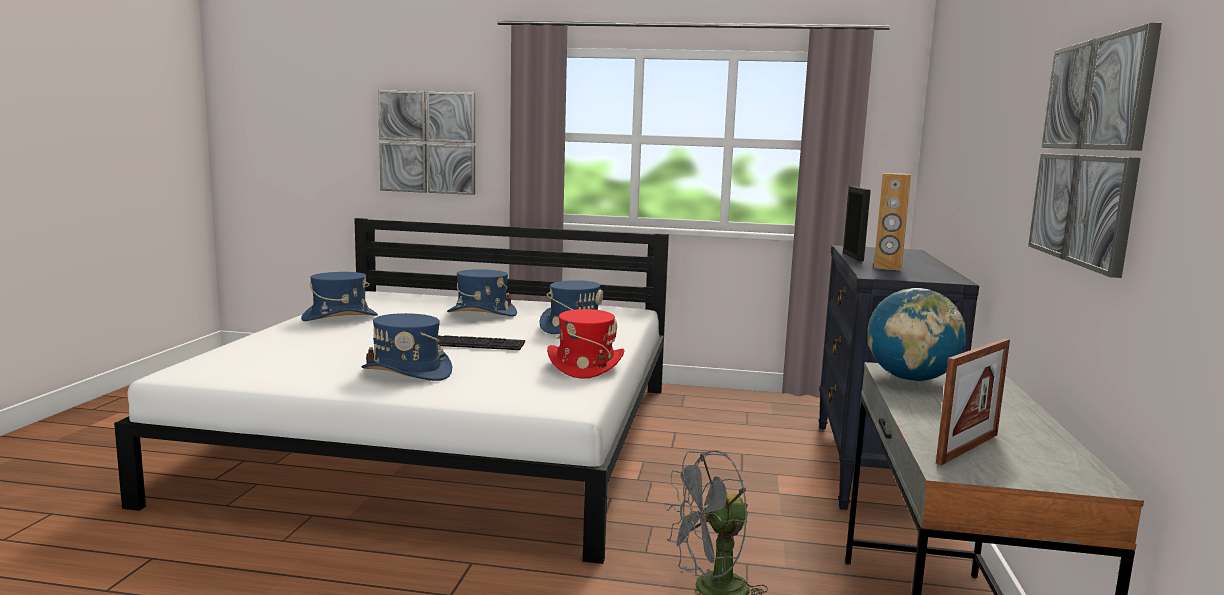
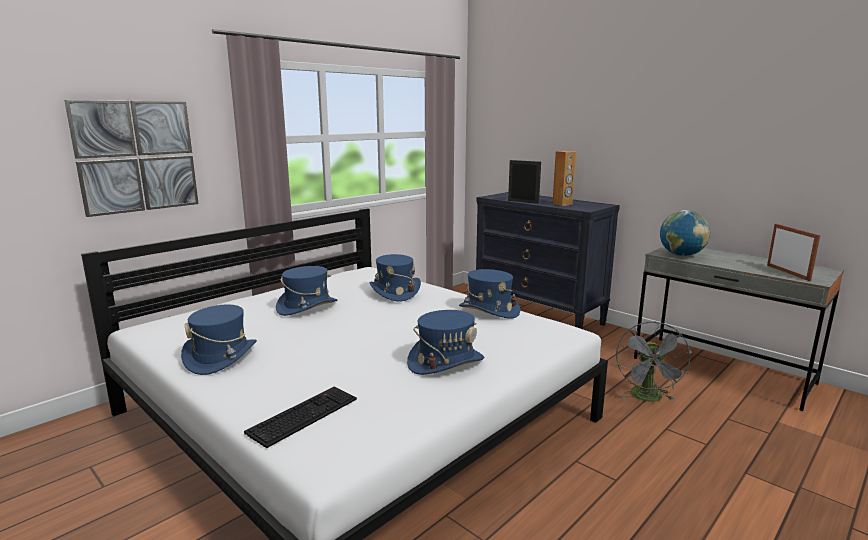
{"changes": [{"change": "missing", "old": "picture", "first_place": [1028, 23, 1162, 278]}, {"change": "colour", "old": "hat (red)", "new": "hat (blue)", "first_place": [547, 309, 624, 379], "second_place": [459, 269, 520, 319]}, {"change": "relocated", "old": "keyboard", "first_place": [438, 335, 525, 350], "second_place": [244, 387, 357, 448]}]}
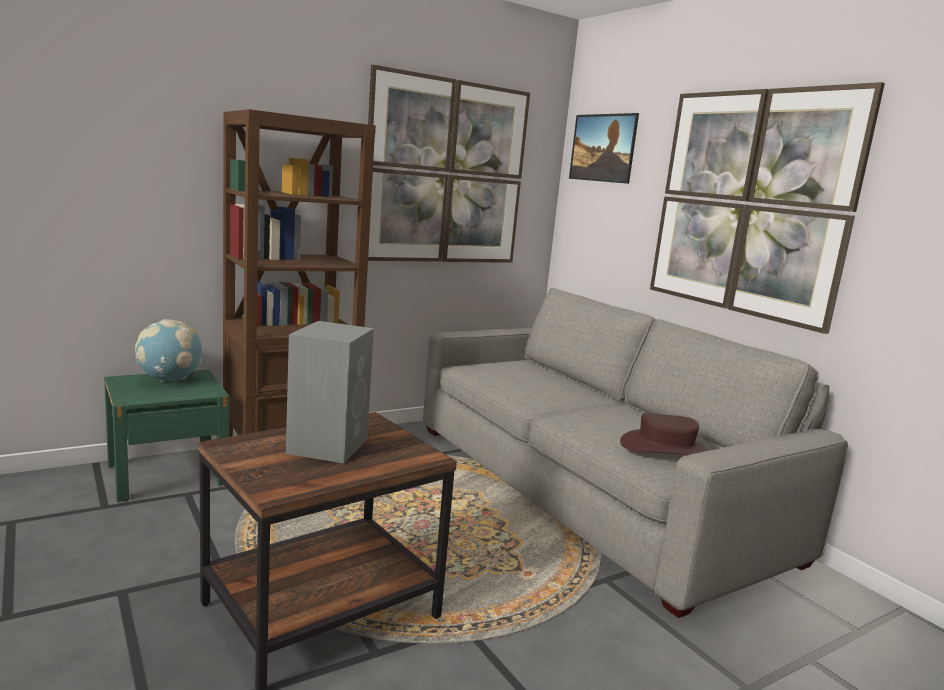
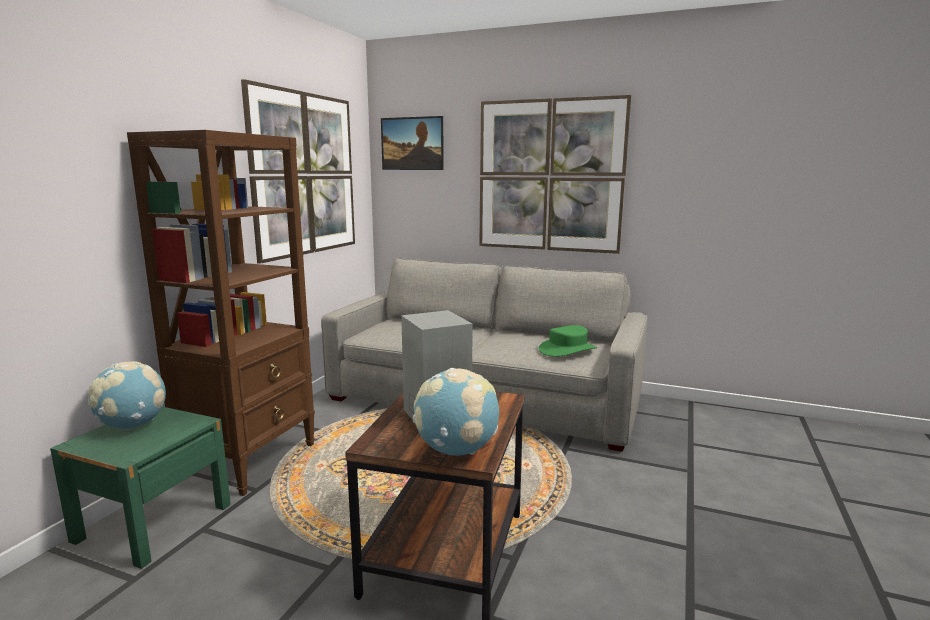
{"changes": [{"change": "colour", "old": "hat (brown)", "new": "hat (green)", "first_place": [620, 412, 709, 456], "second_place": [539, 325, 597, 357]}, {"change": "appeared", "new": "globe", "second_place": [413, 368, 499, 456]}]}
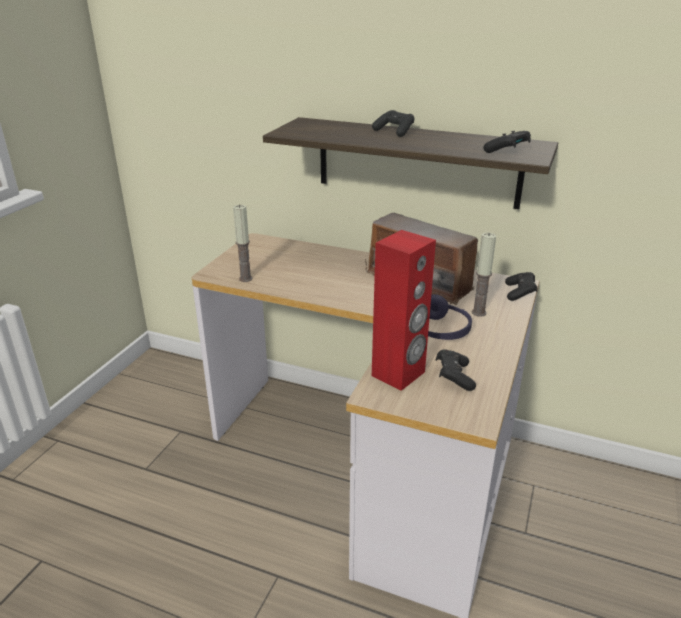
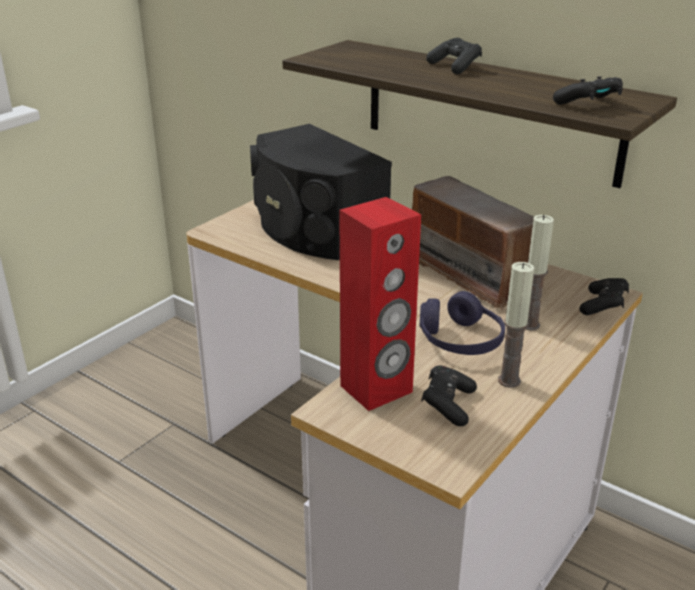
{"changes": [{"change": "relocated", "old": "candle", "first_place": [233, 205, 253, 282], "second_place": [498, 262, 534, 388]}, {"change": "appeared", "new": "speaker (black)", "second_place": [250, 124, 392, 260]}]}
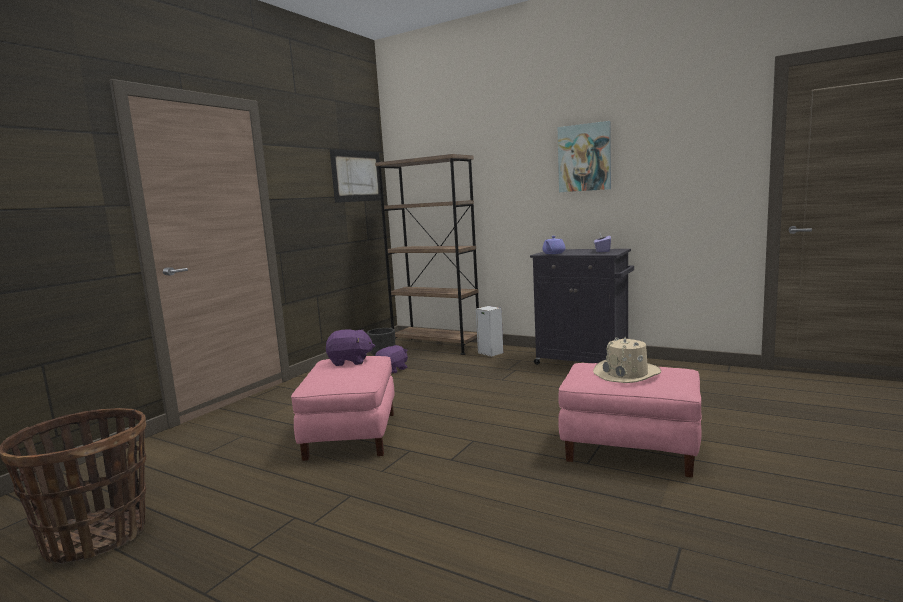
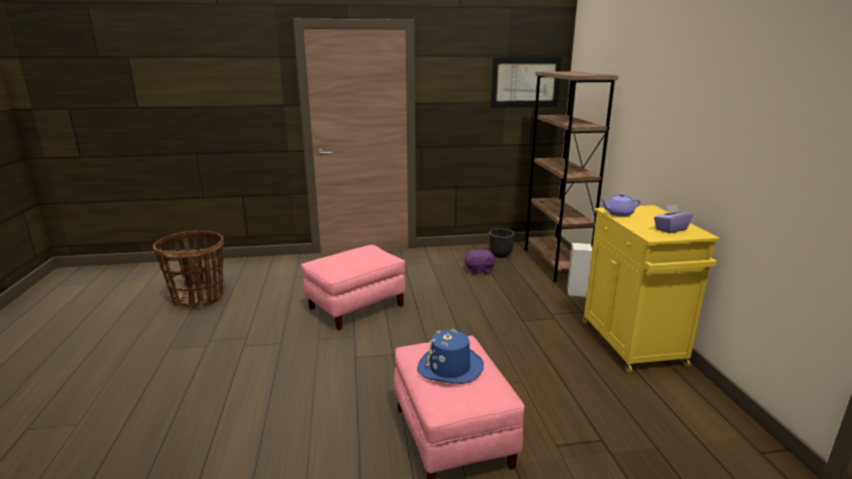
{"changes": [{"change": "missing", "old": "picture", "first_place": [558, 121, 611, 192]}, {"change": "colour", "old": "cabinet (black)", "new": "cabinet (yellow)", "first_place": [530, 249, 634, 365], "second_place": [583, 205, 720, 373]}, {"change": "missing", "old": "plush toy (purple)", "first_place": [326, 329, 375, 366]}, {"change": "colour", "old": "hat (beige)", "new": "hat (blue)", "first_place": [593, 337, 661, 383], "second_place": [417, 329, 484, 384]}]}
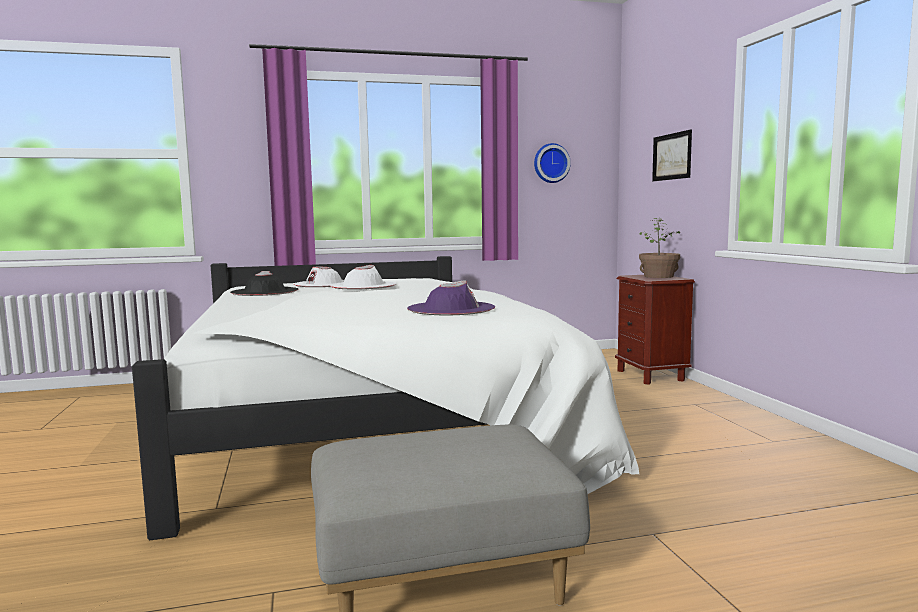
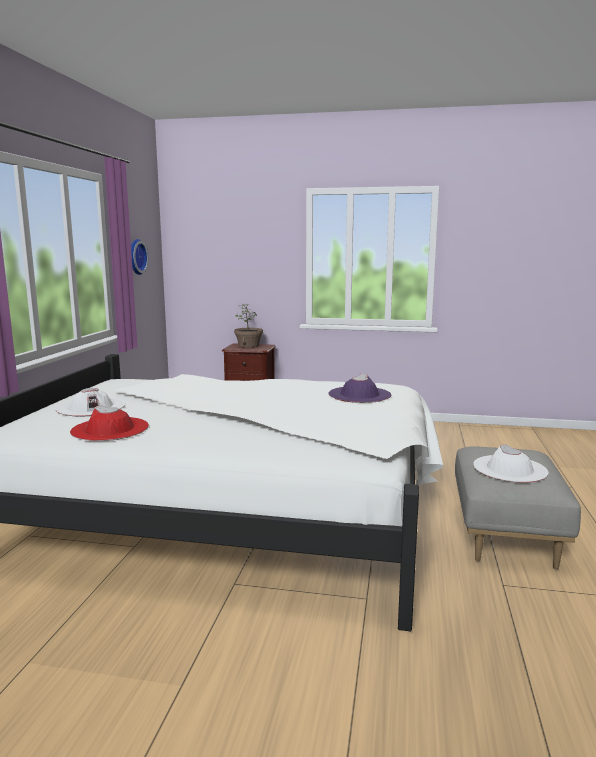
{"changes": [{"change": "missing", "old": "picture", "first_place": [652, 129, 692, 181]}, {"change": "relocated", "old": "hat (white)", "first_place": [330, 265, 396, 289], "second_place": [473, 444, 549, 483]}, {"change": "colour", "old": "hat (black)", "new": "hat (red)", "first_place": [230, 271, 298, 296], "second_place": [70, 405, 149, 441]}]}
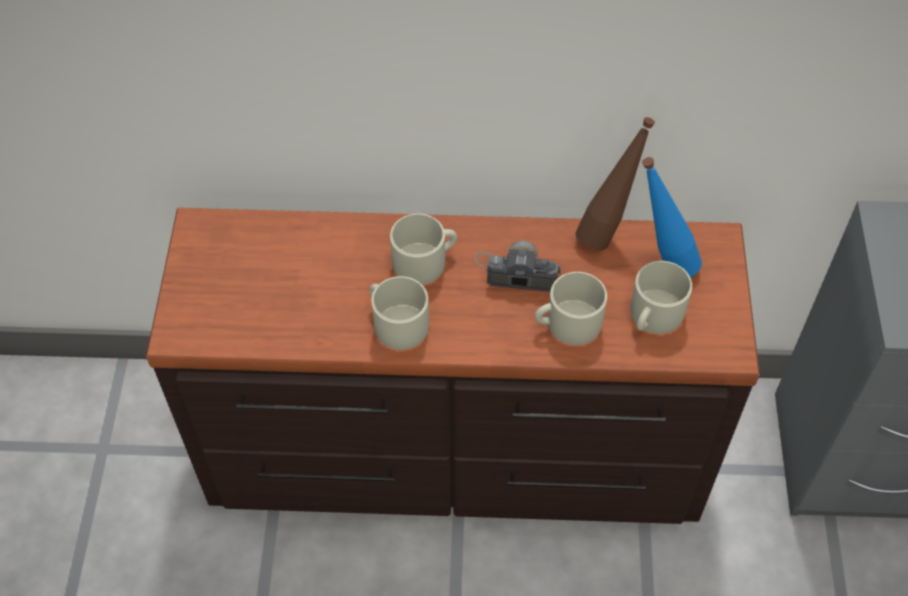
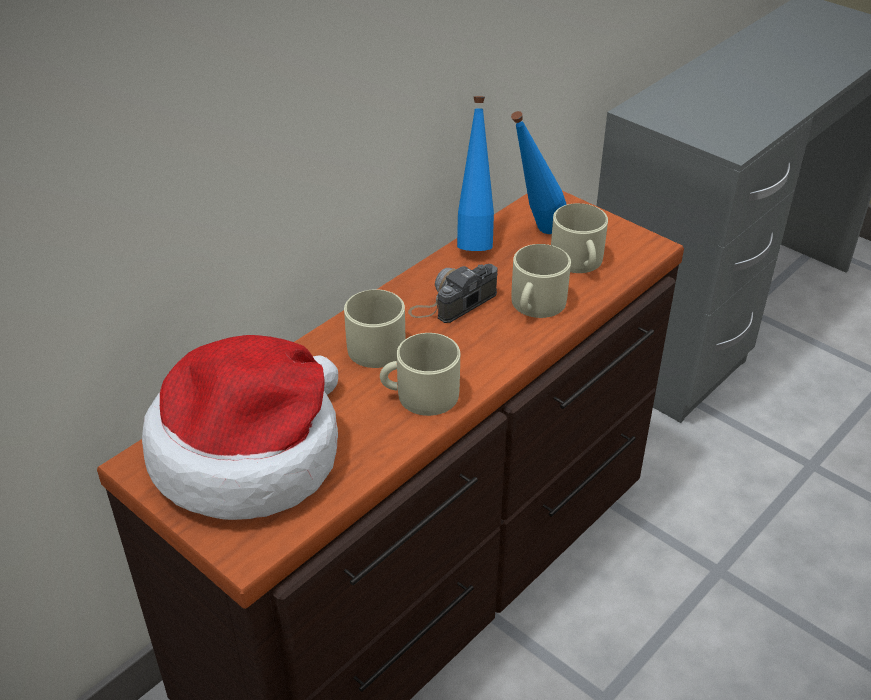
{"changes": [{"change": "colour", "old": "bottle (brown)", "new": "bottle (blue)", "first_place": [576, 117, 655, 251], "second_place": [457, 96, 494, 251]}, {"change": "appeared", "new": "hat", "second_place": [142, 335, 338, 520]}]}
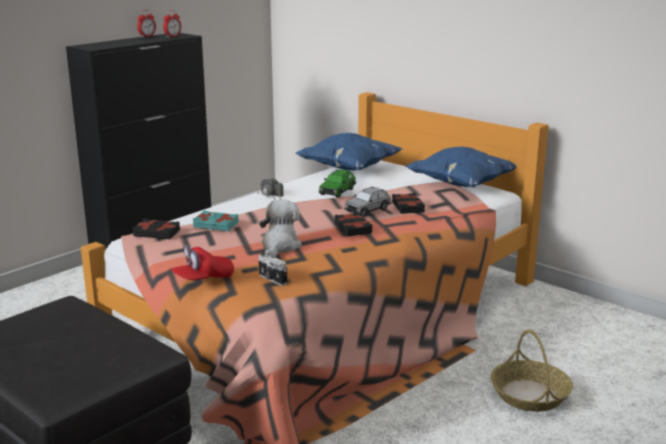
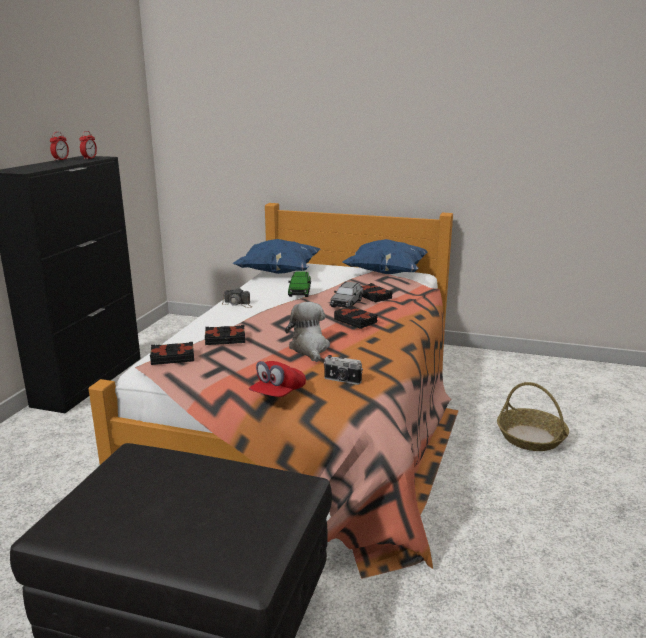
{"changes": [{"change": "colour", "old": "book (turquoise)", "new": "book (black)", "first_place": [193, 210, 239, 231], "second_place": [205, 325, 245, 345]}]}
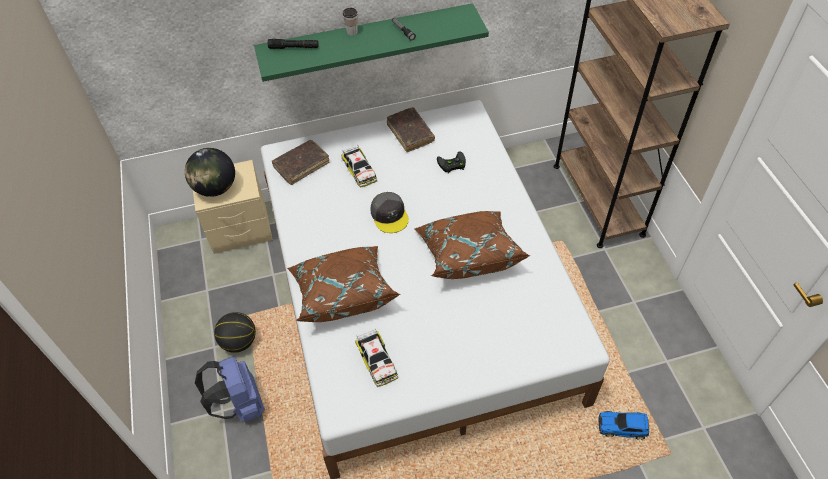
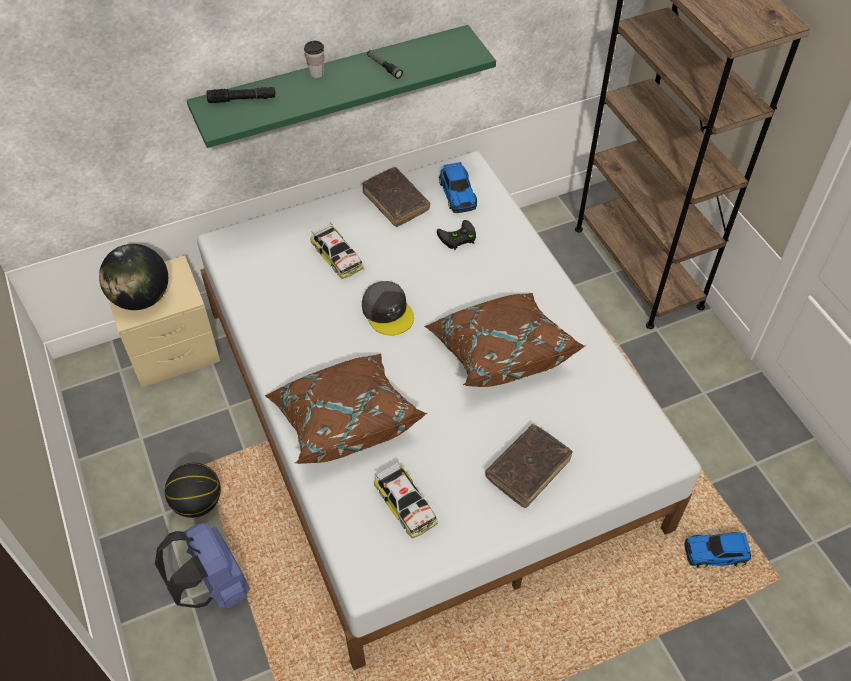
{"changes": [{"change": "relocated", "old": "book (brown)", "first_place": [272, 140, 330, 185], "second_place": [485, 424, 573, 508]}, {"change": "appeared", "new": "toy car", "second_place": [439, 162, 477, 213]}]}
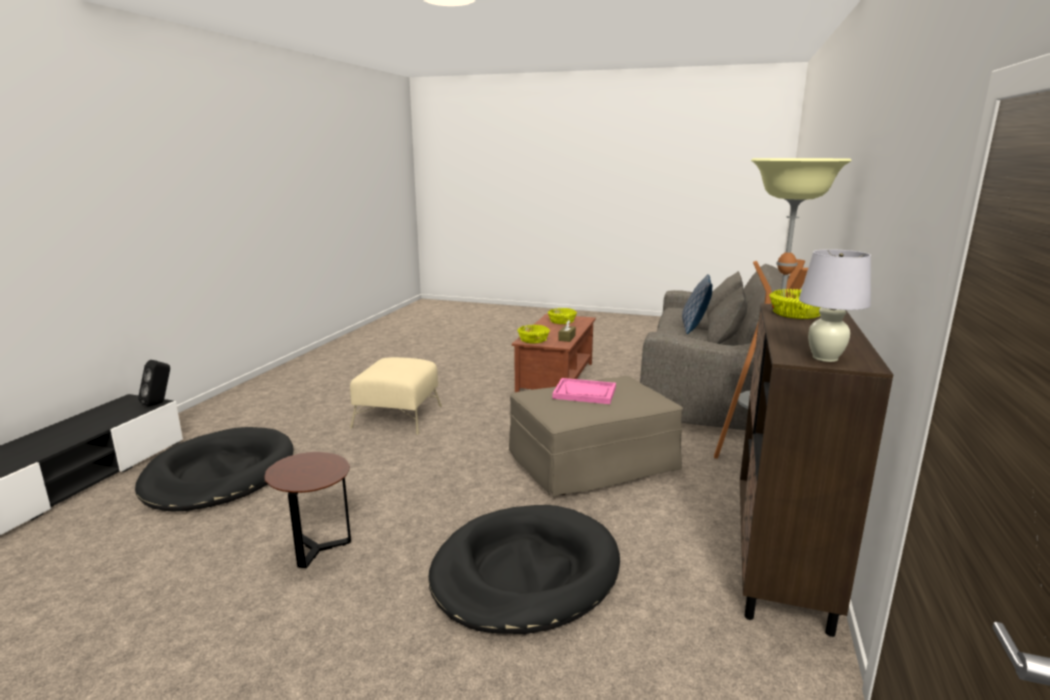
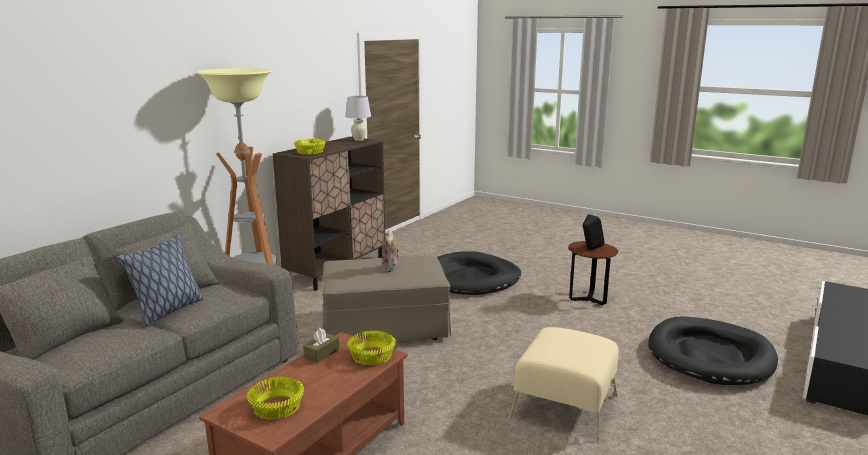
{"changes": [{"change": "relocated", "old": "speaker (black)", "first_place": [138, 360, 170, 407], "second_place": [583, 214, 605, 250]}, {"change": "exchanged", "old": "tray (pink)", "new": "plush toy", "first_place": [552, 378, 616, 404], "second_place": [381, 229, 400, 272]}]}
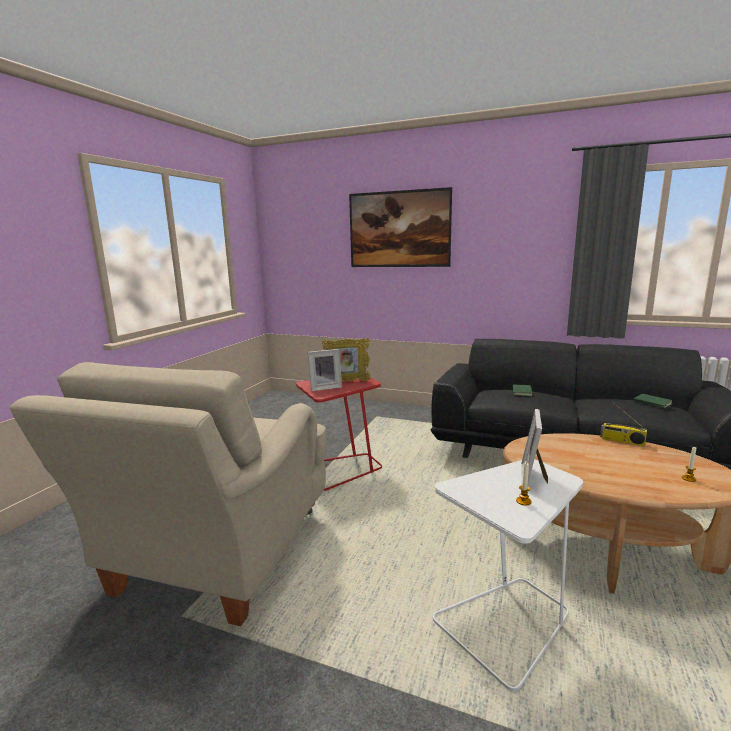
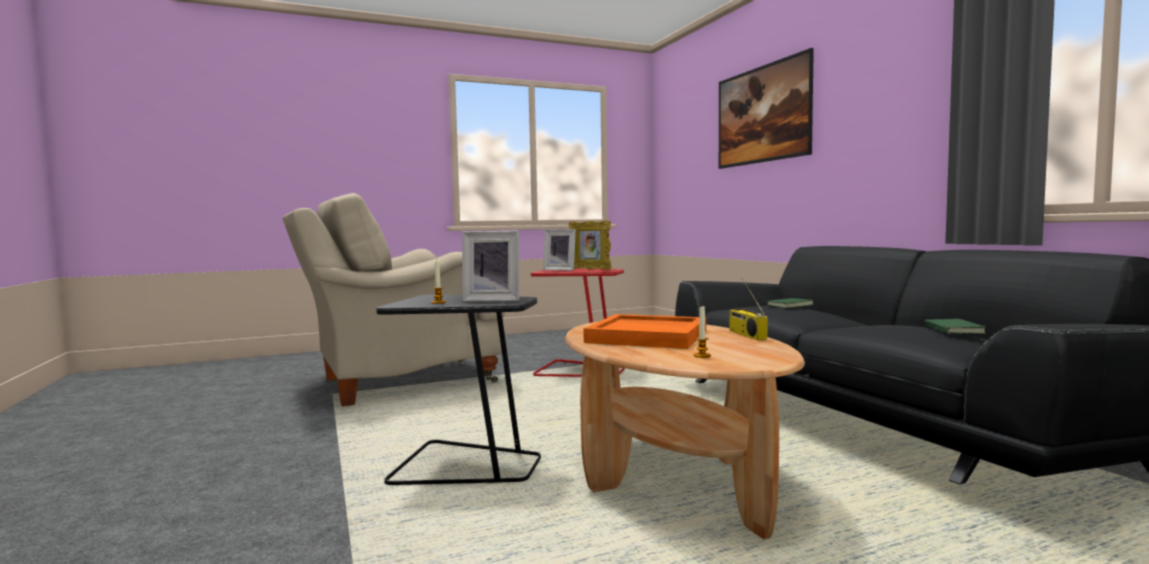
{"changes": [{"change": "spun", "old": "picture frame", "first_place": [521, 409, 548, 485], "second_place": [462, 231, 519, 302], "degrees": -150}, {"change": "colour", "old": "side table (white)", "new": "side table (black)", "first_place": [433, 459, 583, 691], "second_place": [376, 294, 541, 485]}, {"change": "appeared", "new": "tray (orange)", "second_place": [583, 314, 706, 349]}]}
